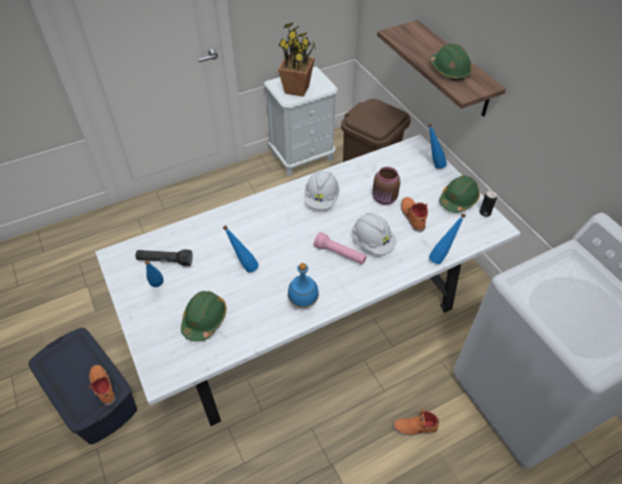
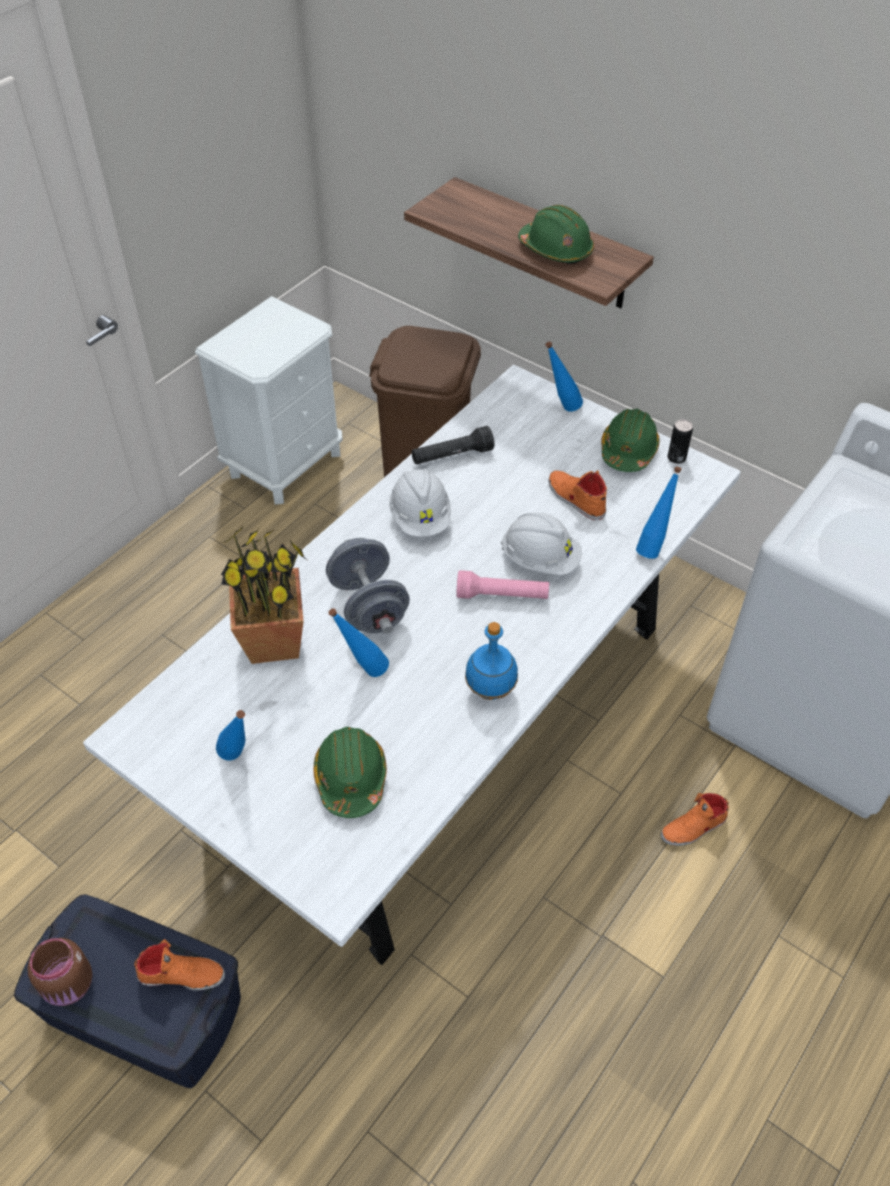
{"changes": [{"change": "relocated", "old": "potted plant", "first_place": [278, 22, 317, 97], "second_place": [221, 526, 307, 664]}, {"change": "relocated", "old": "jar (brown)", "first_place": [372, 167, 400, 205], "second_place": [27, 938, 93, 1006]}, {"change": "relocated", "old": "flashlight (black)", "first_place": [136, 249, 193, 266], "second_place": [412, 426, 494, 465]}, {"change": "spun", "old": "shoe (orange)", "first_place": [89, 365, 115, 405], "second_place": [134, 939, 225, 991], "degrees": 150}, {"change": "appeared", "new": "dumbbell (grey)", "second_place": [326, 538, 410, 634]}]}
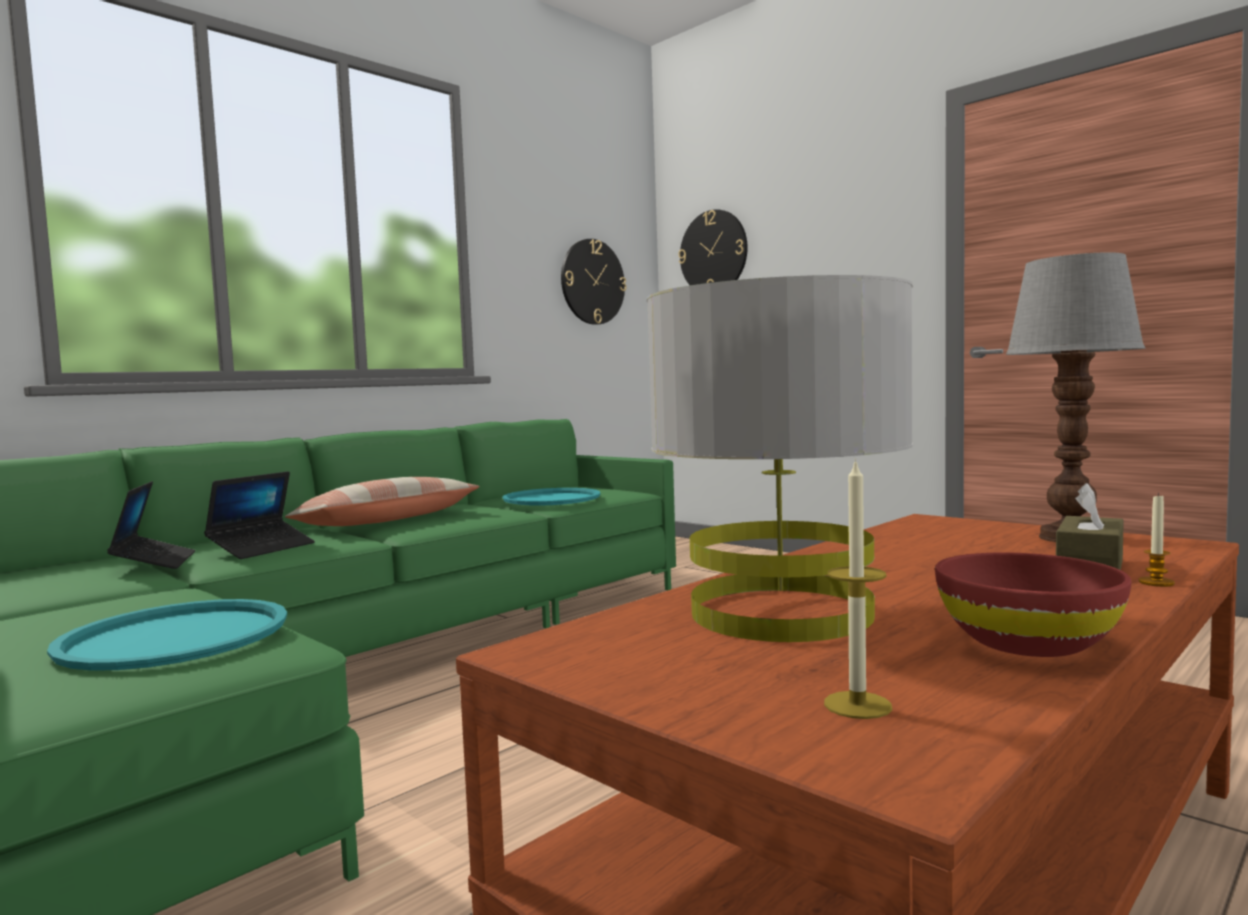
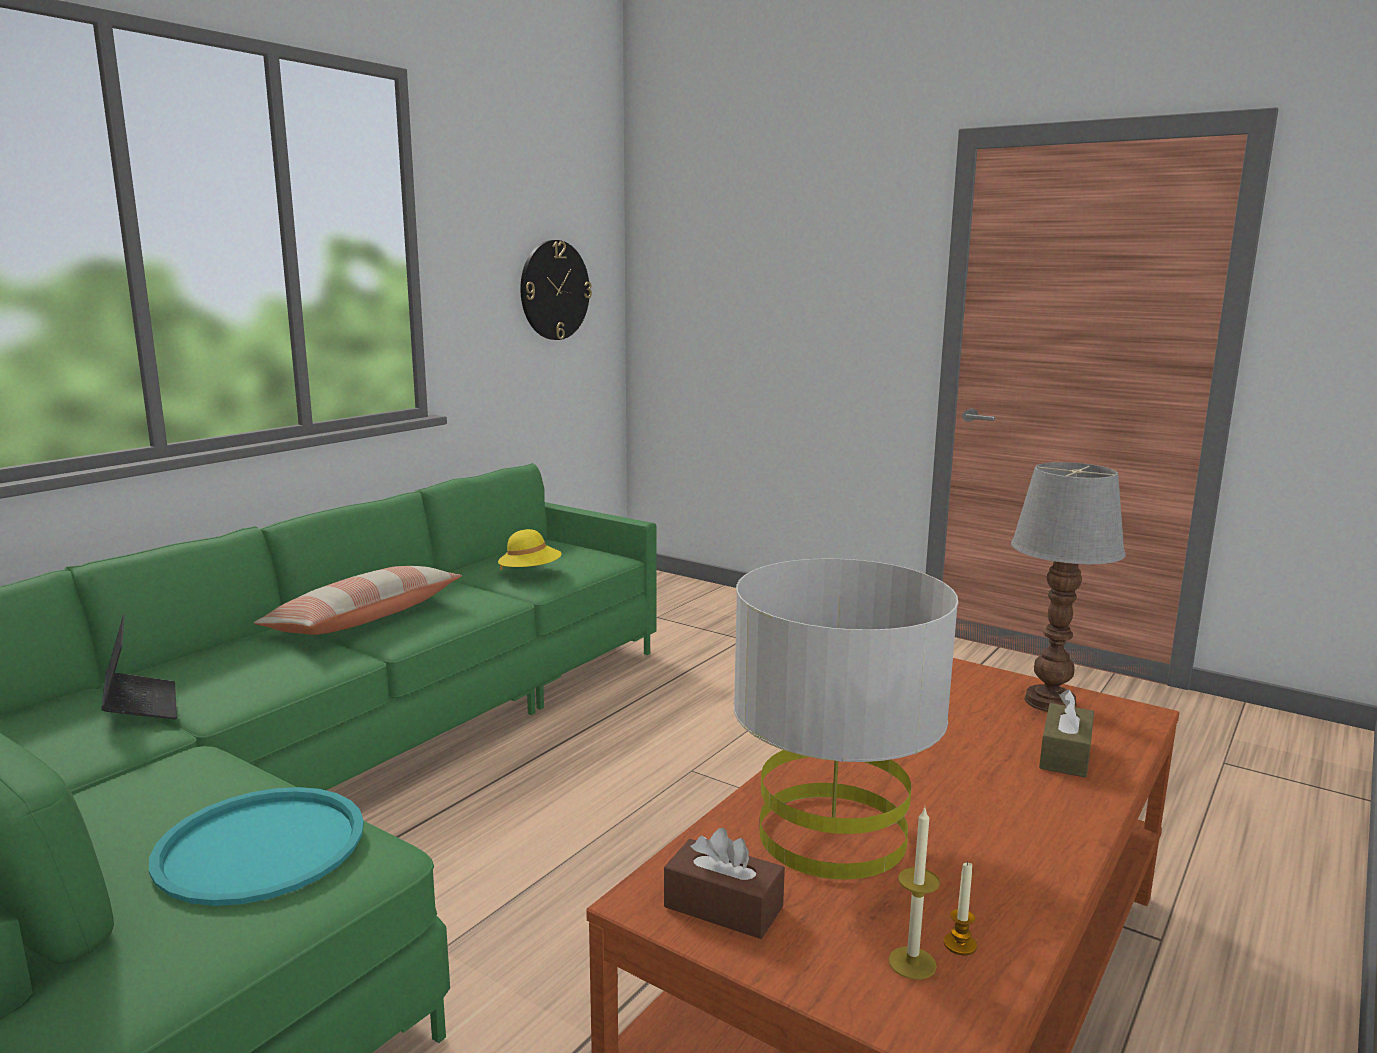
{"changes": [{"change": "missing", "old": "wall clock", "first_place": [678, 209, 748, 285]}, {"change": "missing", "old": "laptop", "first_place": [204, 471, 315, 559]}, {"change": "exchanged", "old": "tray (turquoise)", "new": "hat (yellow)", "first_place": [502, 488, 600, 506], "second_place": [498, 529, 562, 570]}, {"change": "relocated", "old": "candle", "first_place": [1138, 493, 1175, 587], "second_place": [944, 861, 977, 955]}, {"change": "missing", "old": "bowl (red)", "first_place": [935, 552, 1132, 657]}, {"change": "appeared", "new": "tissue box (brown)", "second_place": [664, 828, 785, 939]}]}
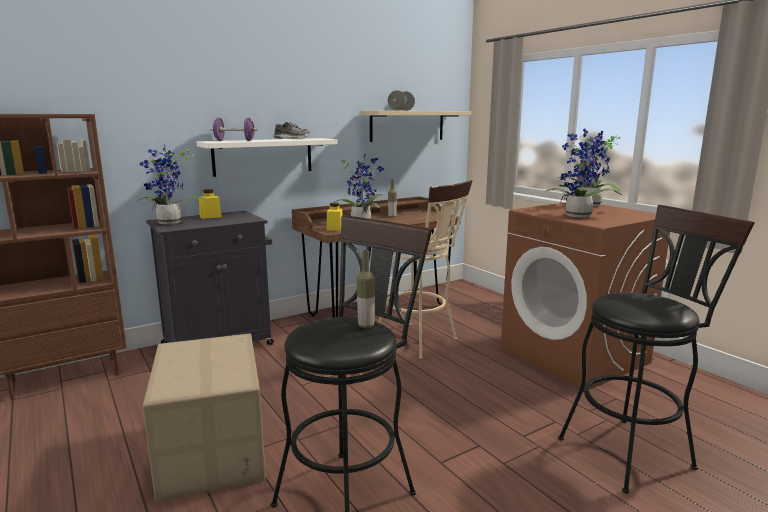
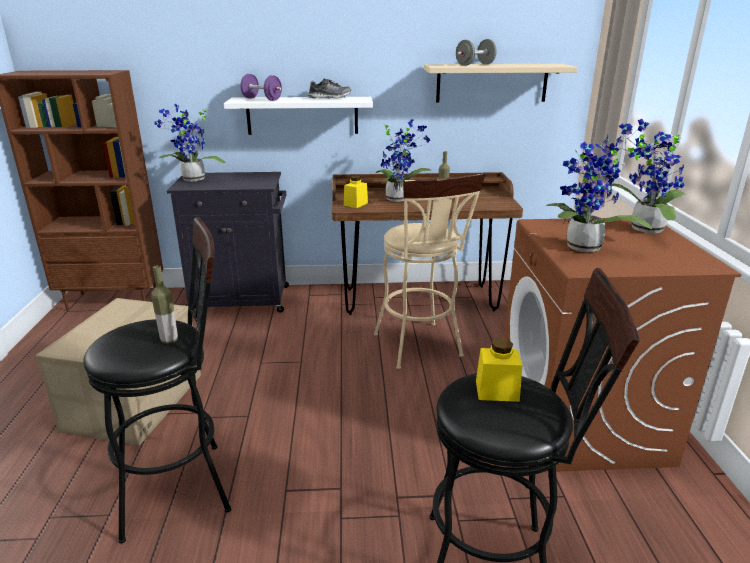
{"changes": [{"change": "relocated", "old": "jar (yellow)", "first_place": [199, 189, 222, 219], "second_place": [476, 338, 522, 402]}]}
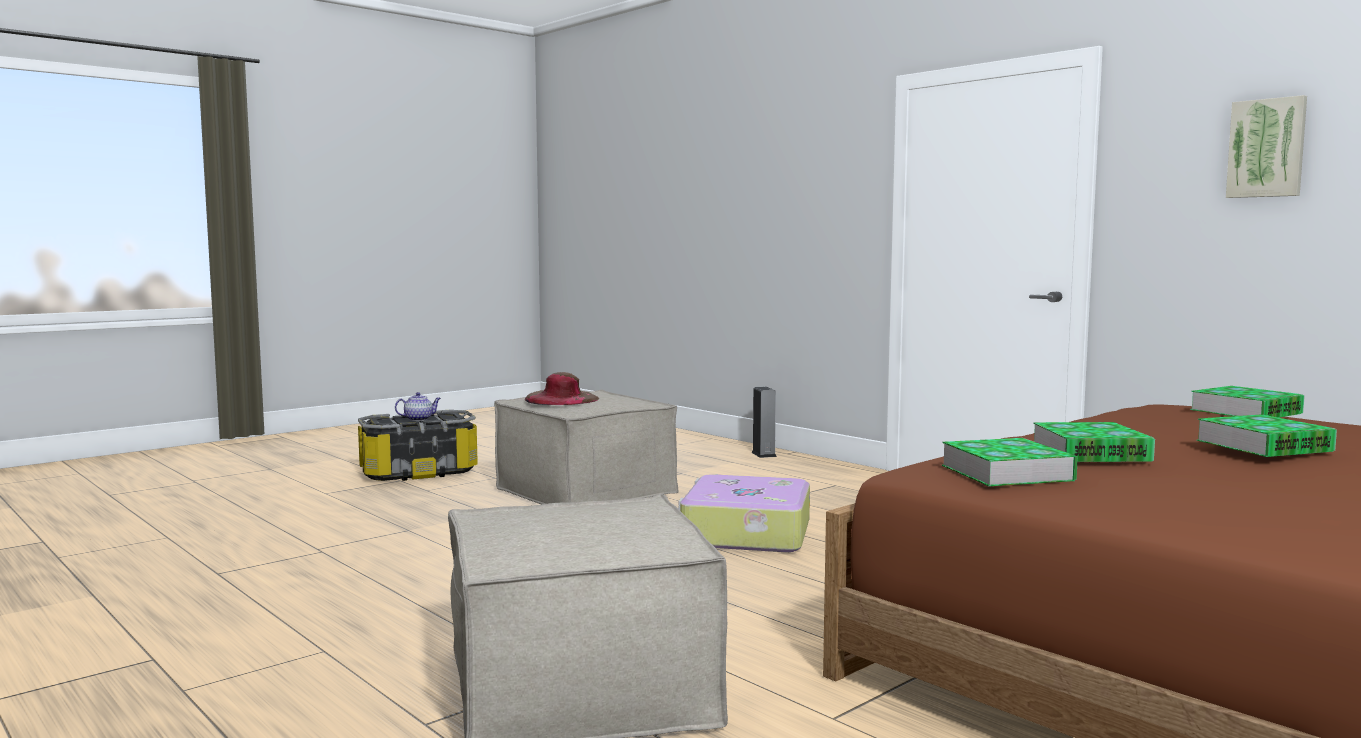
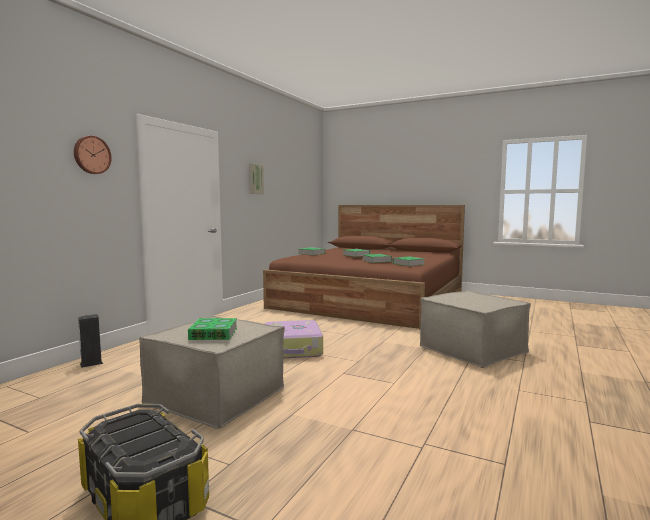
{"changes": [{"change": "exchanged", "old": "hat (brown)", "new": "book", "first_place": [525, 372, 599, 405], "second_place": [188, 318, 237, 340]}, {"change": "missing", "old": "teapot", "first_place": [395, 392, 441, 421]}, {"change": "appeared", "new": "wall clock", "second_place": [74, 136, 112, 174]}]}
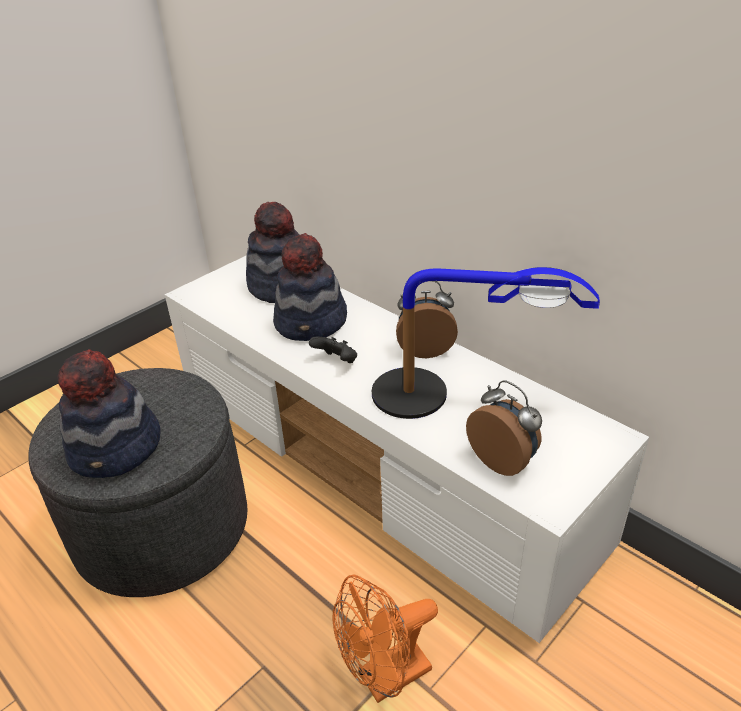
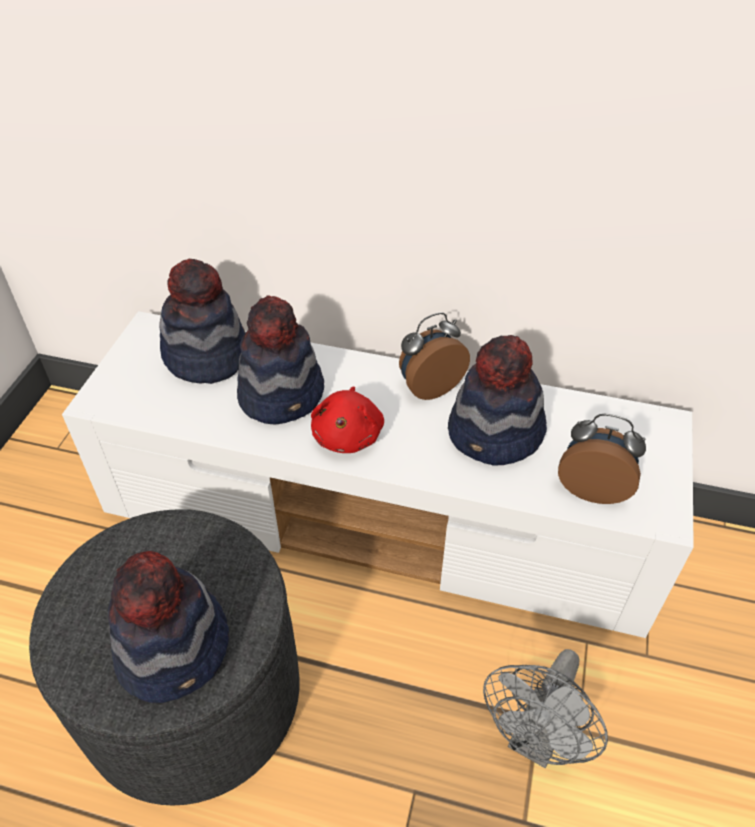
{"changes": [{"change": "exchanged", "old": "table lamp", "new": "hat", "first_place": [372, 267, 600, 419], "second_place": [448, 335, 547, 466]}, {"change": "exchanged", "old": "game controller (black)", "new": "plush toy (red)", "first_place": [309, 337, 357, 363], "second_place": [311, 386, 384, 453]}, {"change": "colour", "old": "fan (orange)", "new": "fan (grey)", "first_place": [332, 574, 438, 703], "second_place": [483, 649, 608, 768]}]}
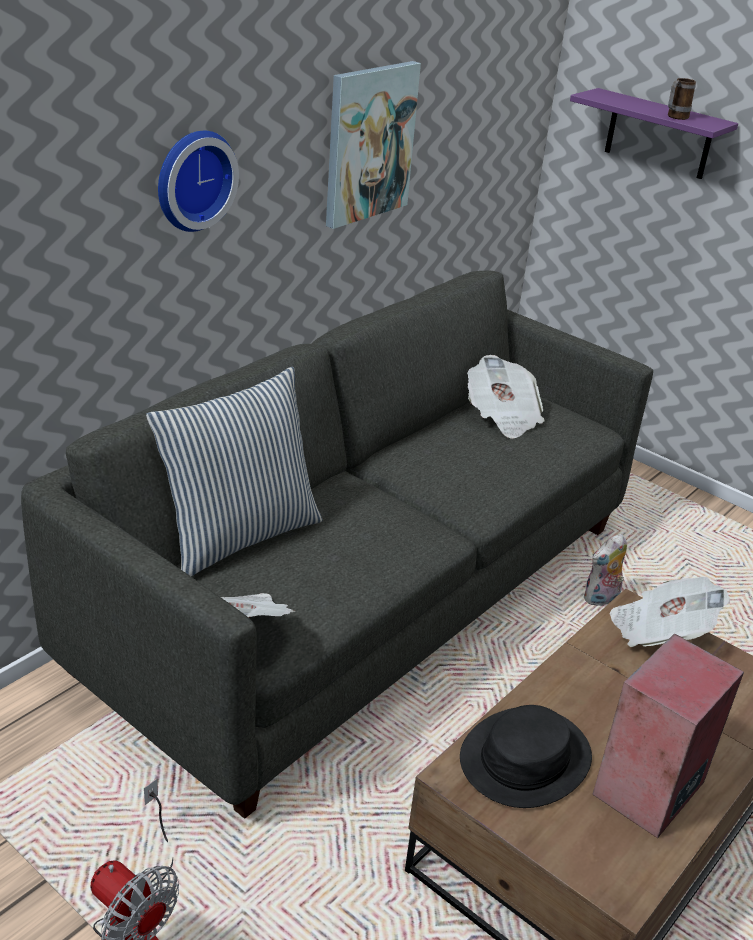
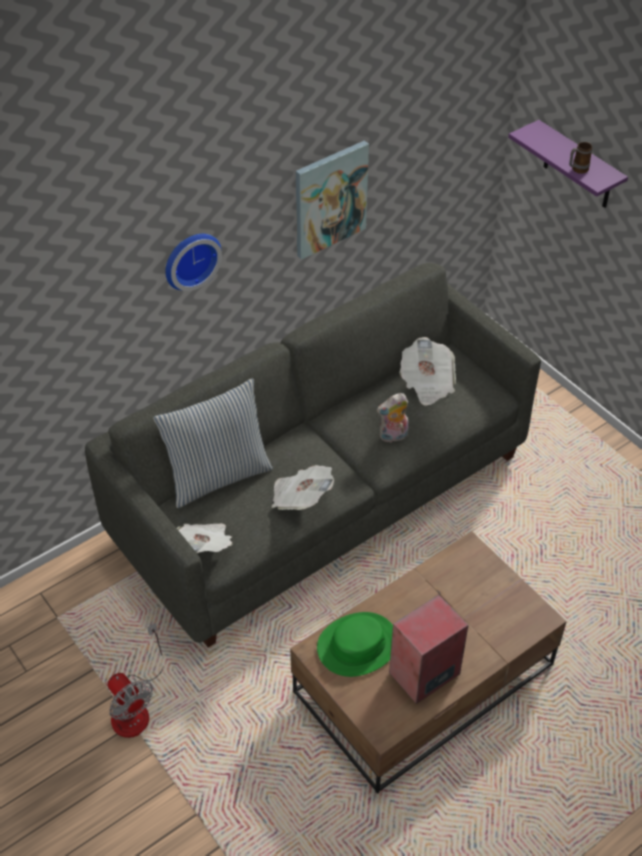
{"changes": [{"change": "relocated", "old": "plush toy", "first_place": [584, 534, 627, 606], "second_place": [377, 393, 409, 443]}, {"change": "relocated", "old": "newspaper", "first_place": [610, 577, 730, 647], "second_place": [272, 465, 334, 510]}, {"change": "colour", "old": "hat (black)", "new": "hat (green)", "first_place": [460, 705, 592, 808], "second_place": [317, 612, 393, 677]}]}
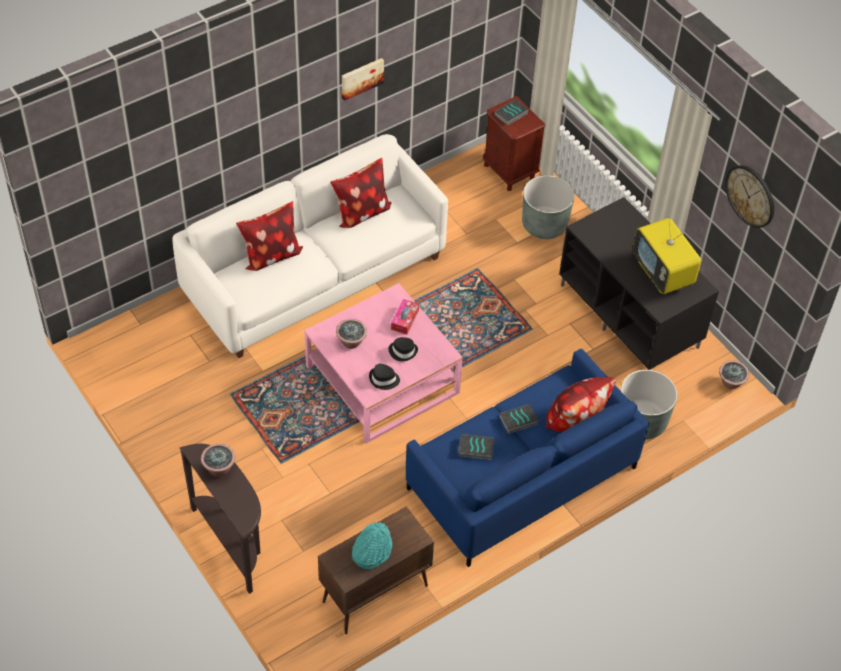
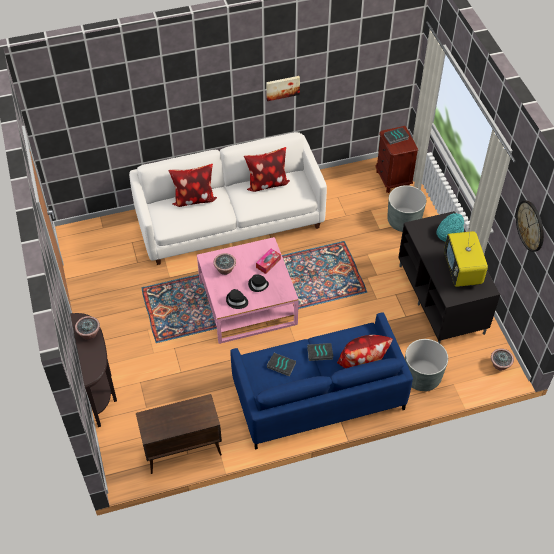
{"changes": [{"change": "relocated", "old": "hat (turquoise)", "first_place": [352, 522, 392, 569], "second_place": [436, 213, 464, 242]}]}
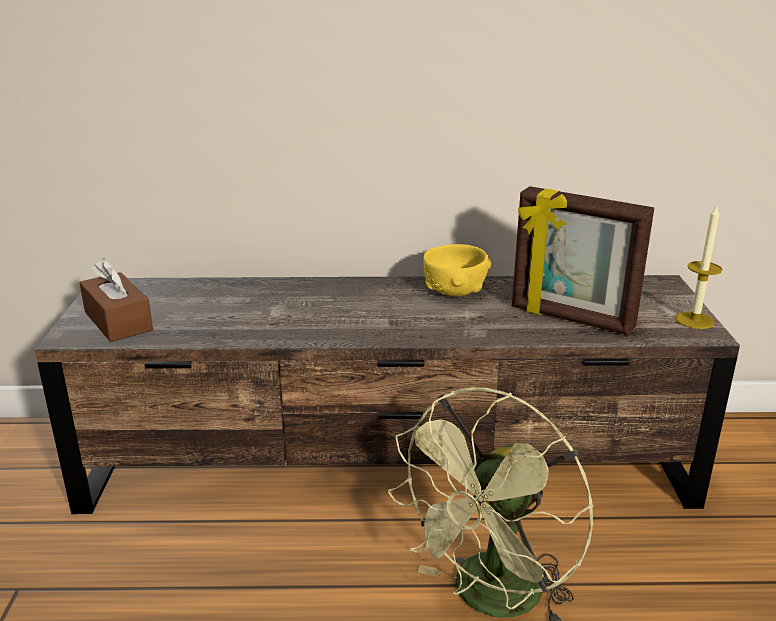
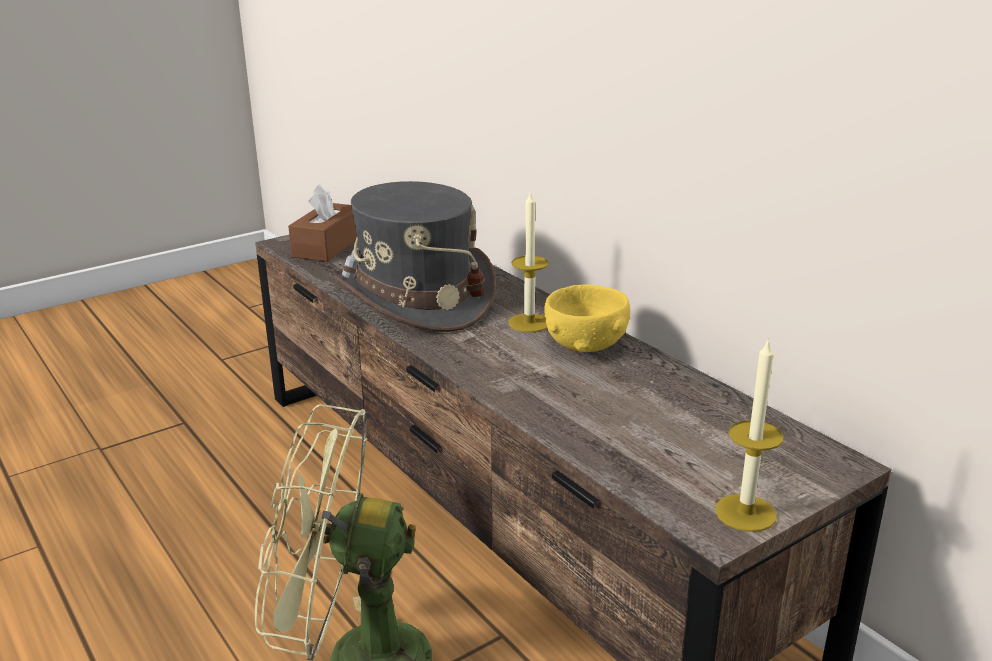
{"changes": [{"change": "missing", "old": "picture frame", "first_place": [512, 186, 654, 335]}, {"change": "appeared", "new": "hat (grey)", "second_place": [334, 181, 496, 332]}, {"change": "appeared", "new": "candle", "second_place": [508, 190, 549, 332]}]}
